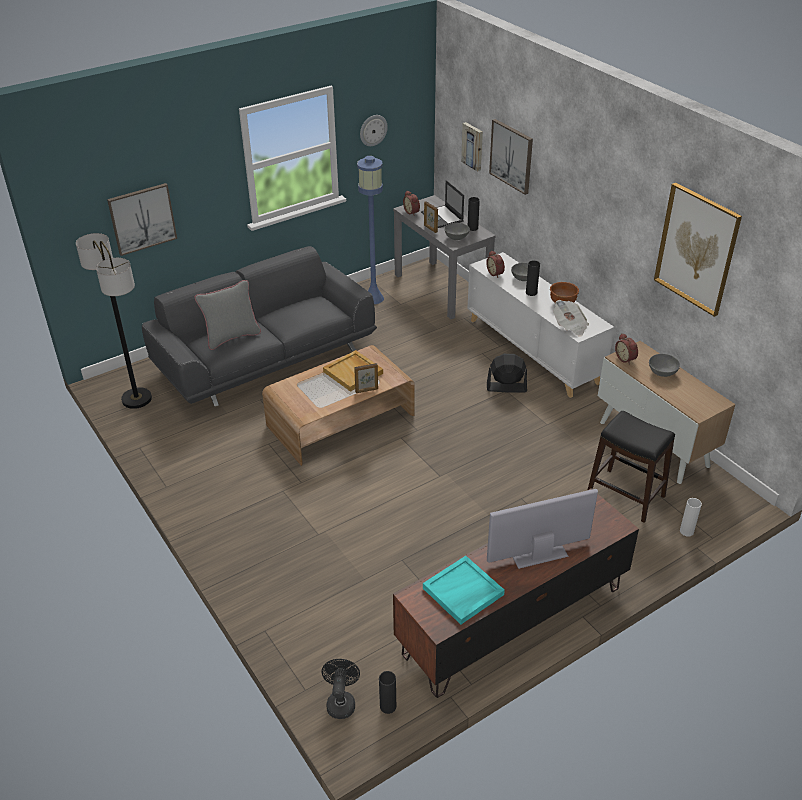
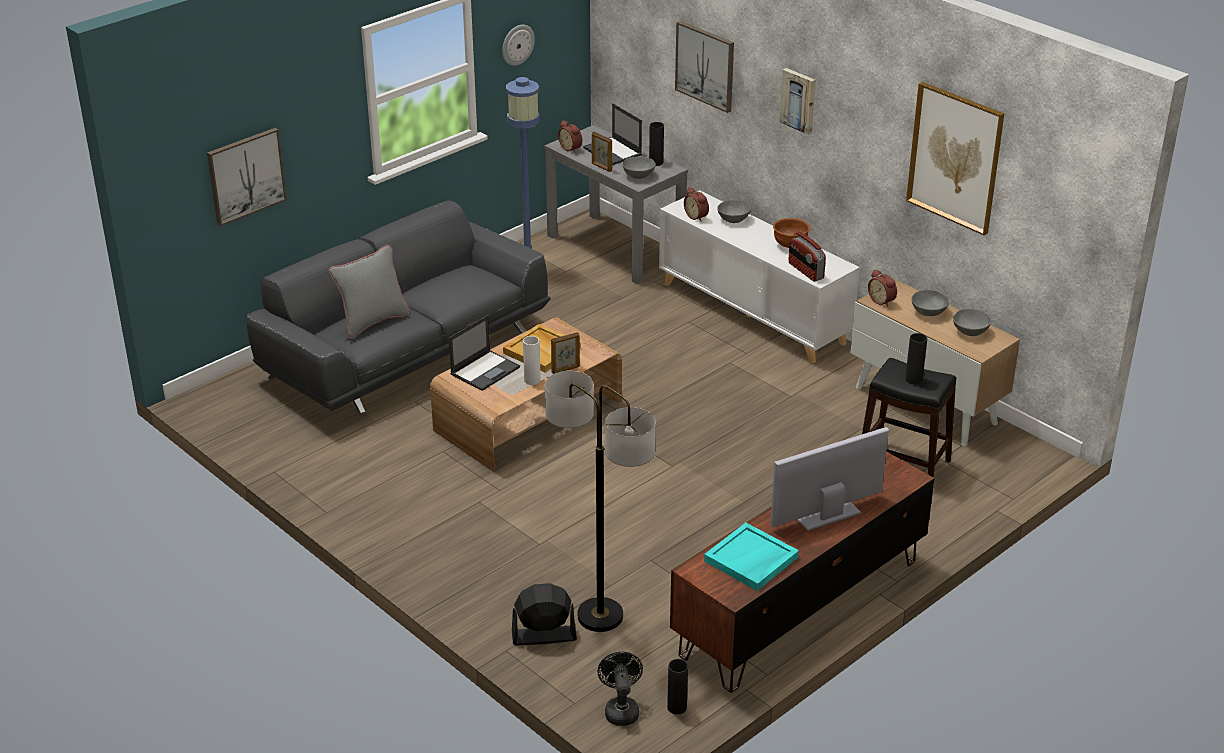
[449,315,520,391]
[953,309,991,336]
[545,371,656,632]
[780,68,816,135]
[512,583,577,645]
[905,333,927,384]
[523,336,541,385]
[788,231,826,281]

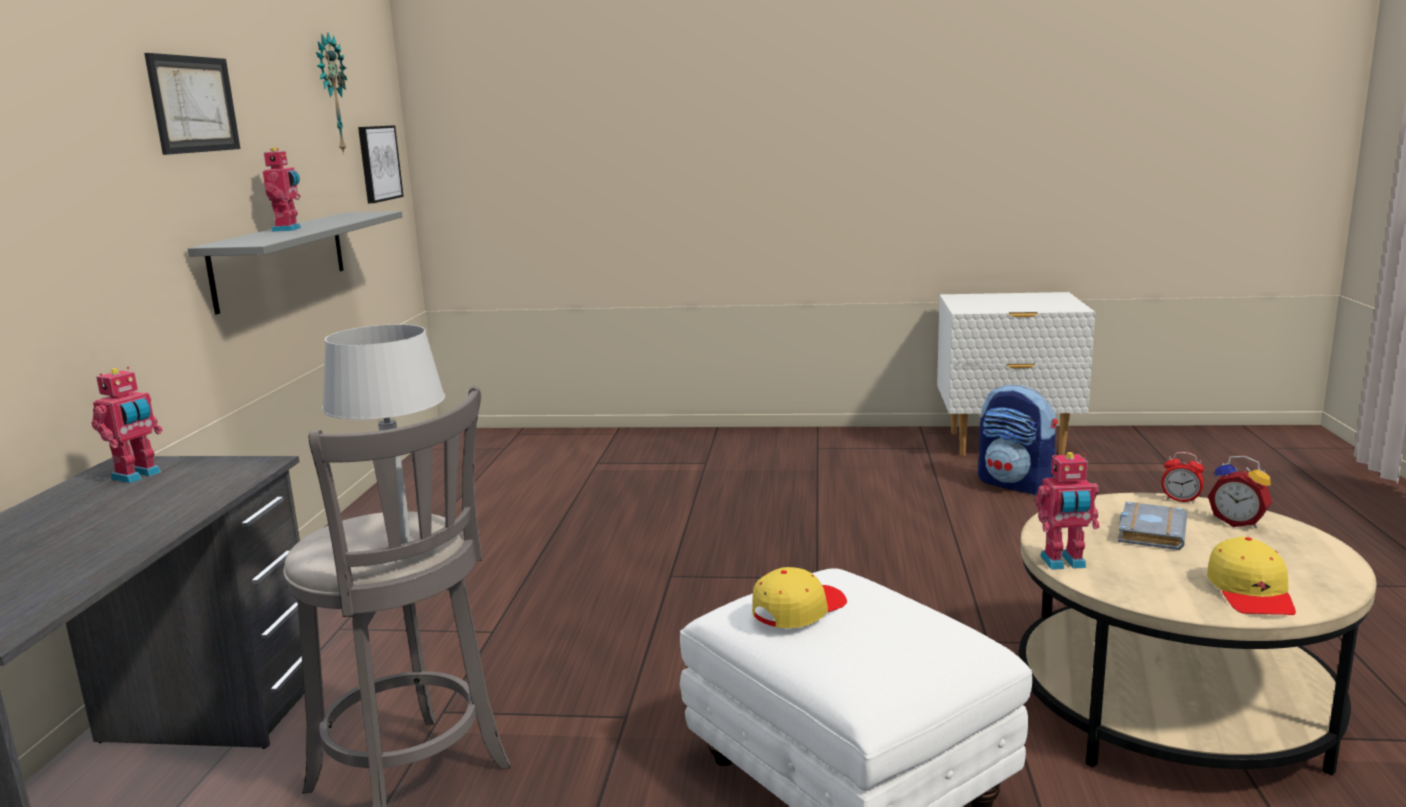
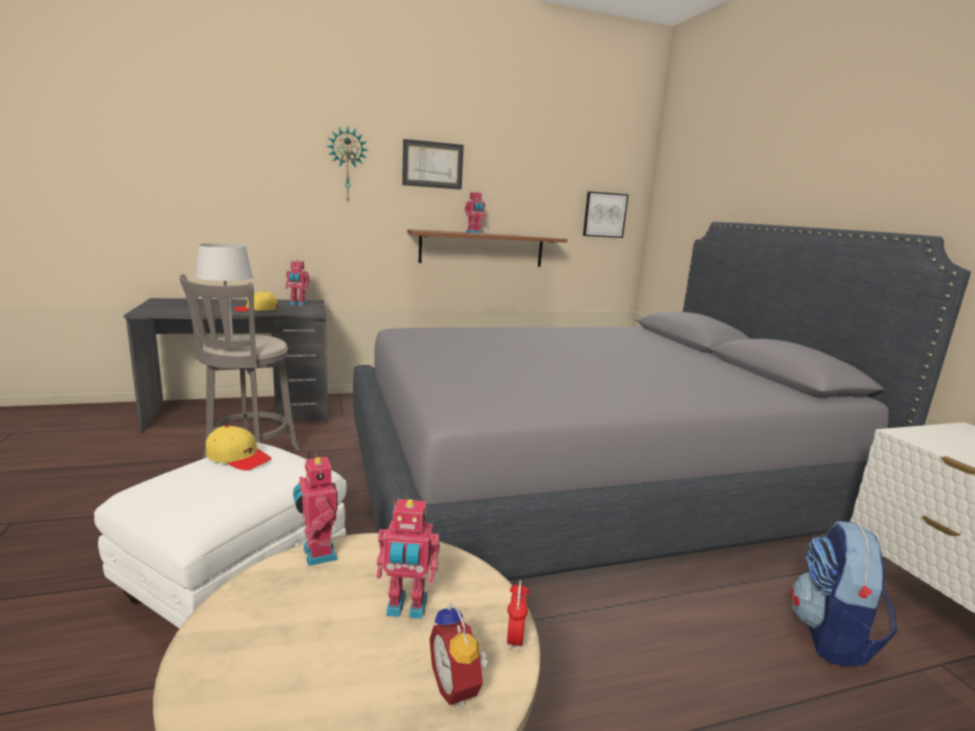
[353,222,971,581]
[327,126,367,201]
[234,291,277,312]
[376,499,440,619]
[407,229,568,267]
[429,602,488,708]

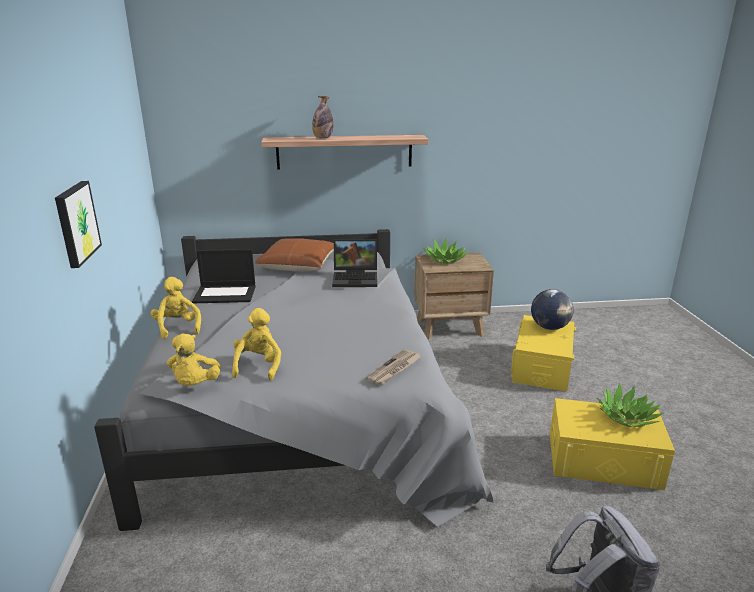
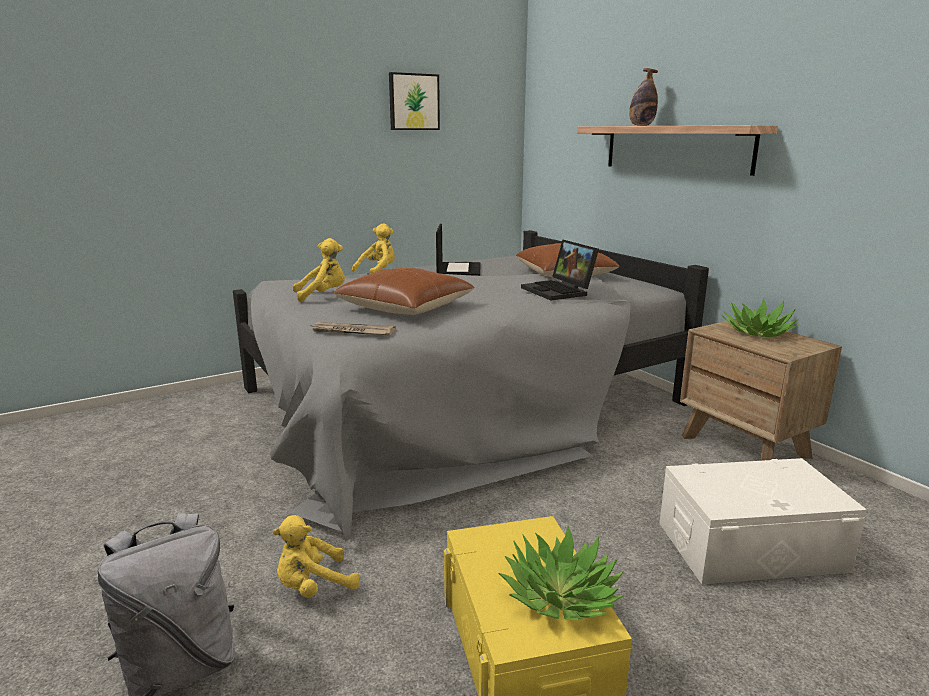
[531,289,574,330] (first image)
[334,268,475,315]
[389,72,440,130]
[273,515,360,598]
[660,458,867,584]
[436,224,480,276]

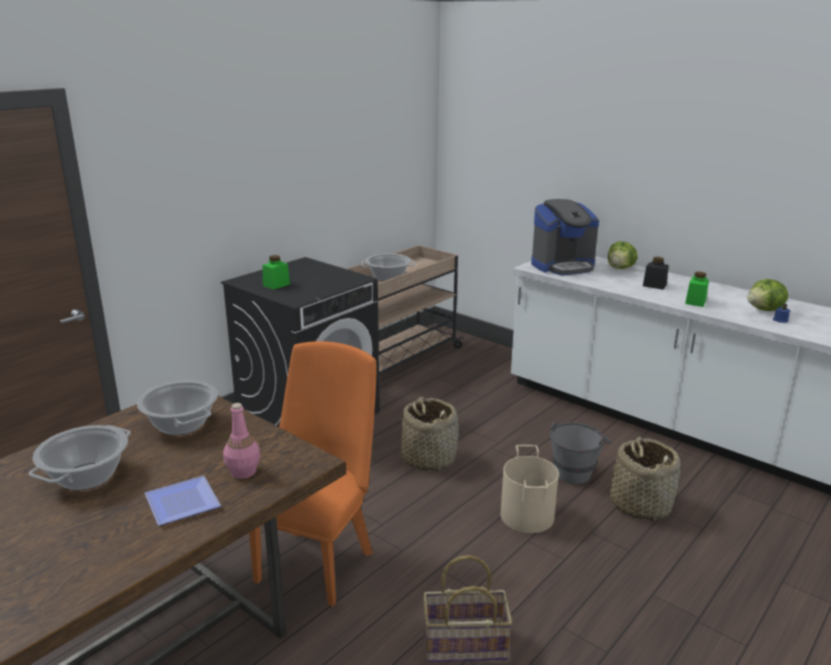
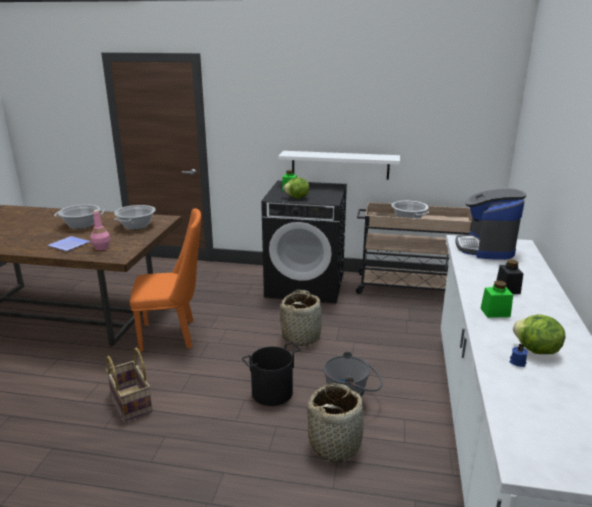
[278,151,400,180]
[283,177,310,199]
[242,342,301,406]
[455,188,526,260]

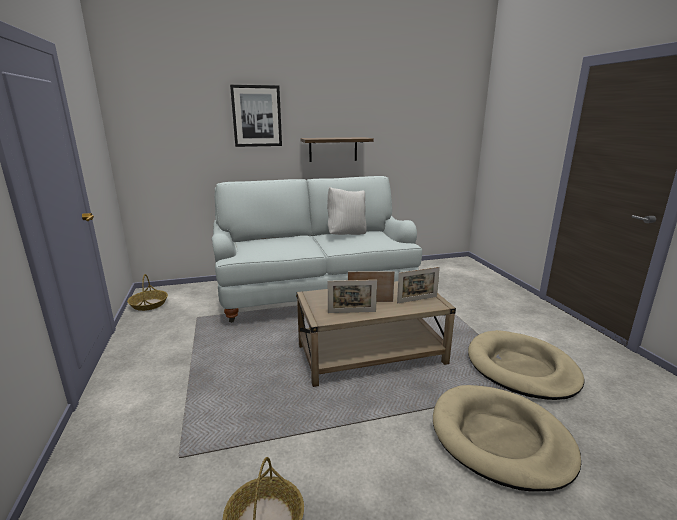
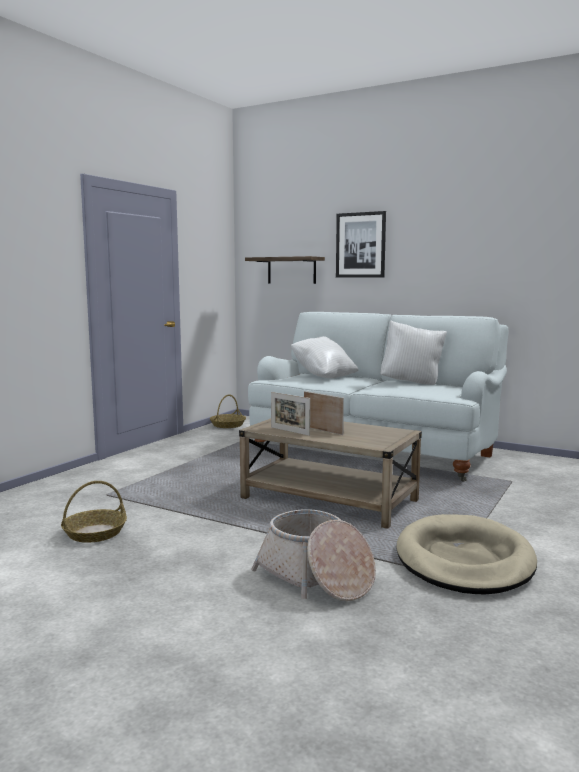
[397,267,440,304] (first image)
[291,336,358,378]
[245,256,325,284]
[251,509,376,601]

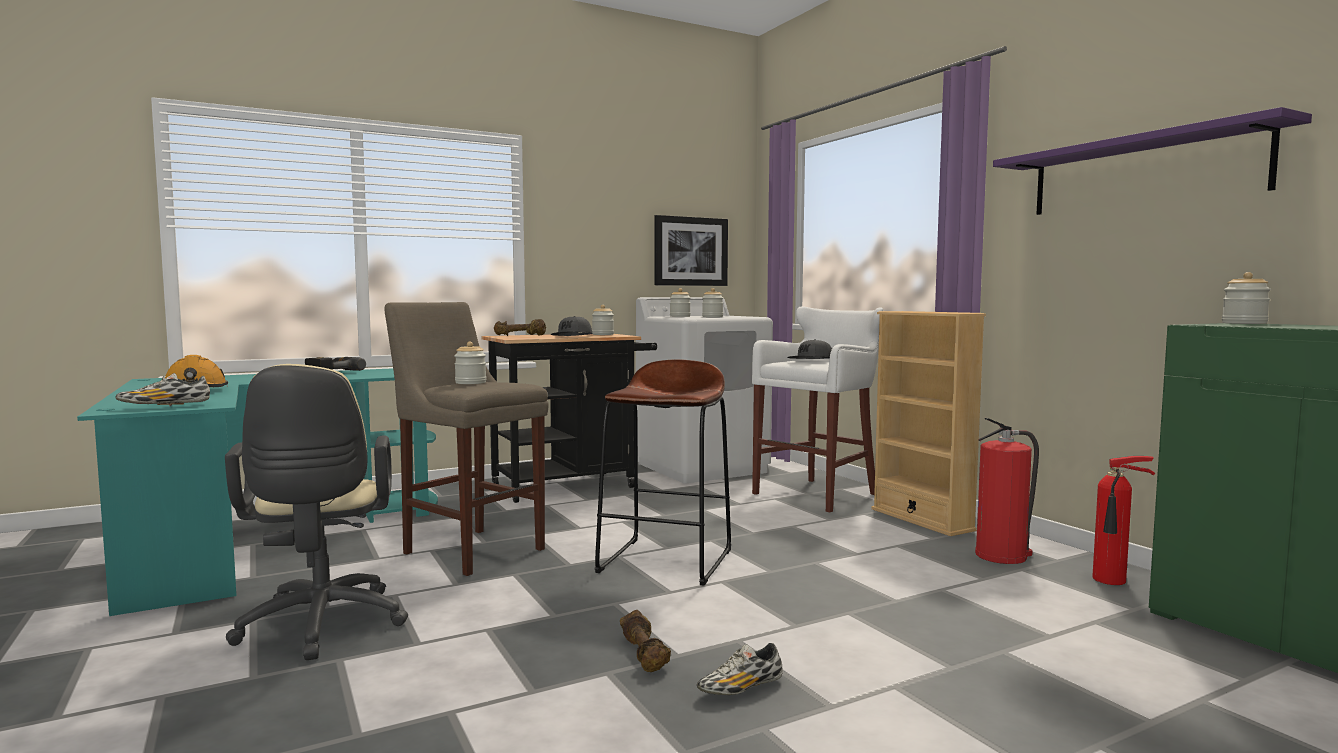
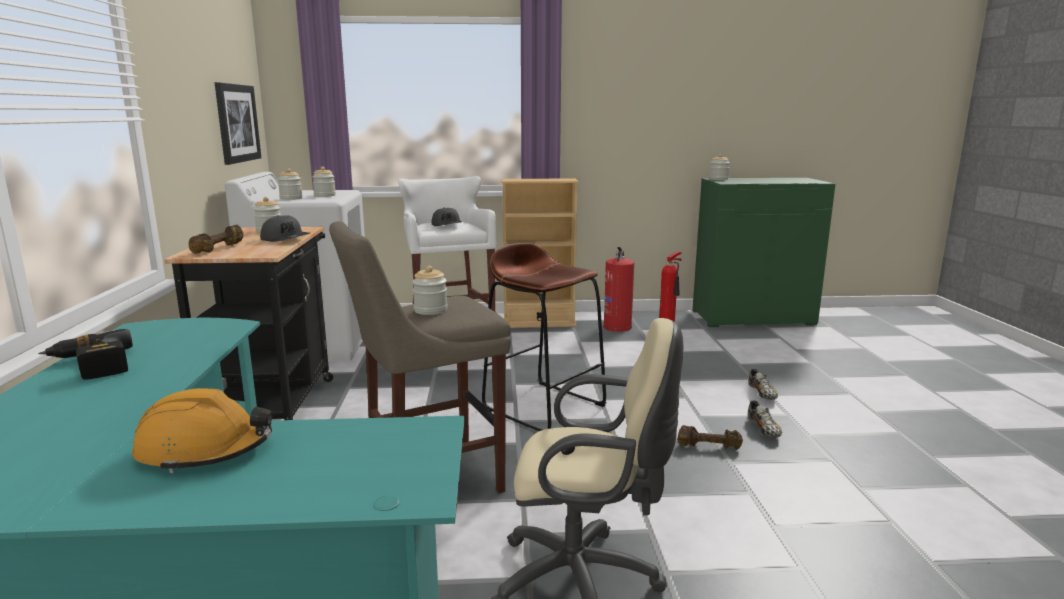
[993,107,1312,215] (first image)
[748,369,778,400]

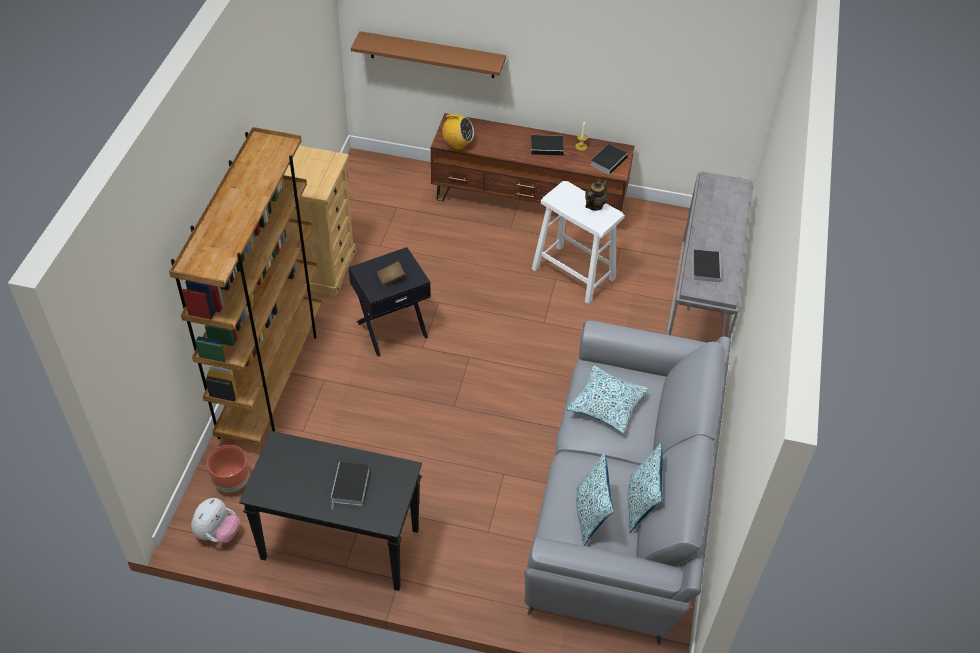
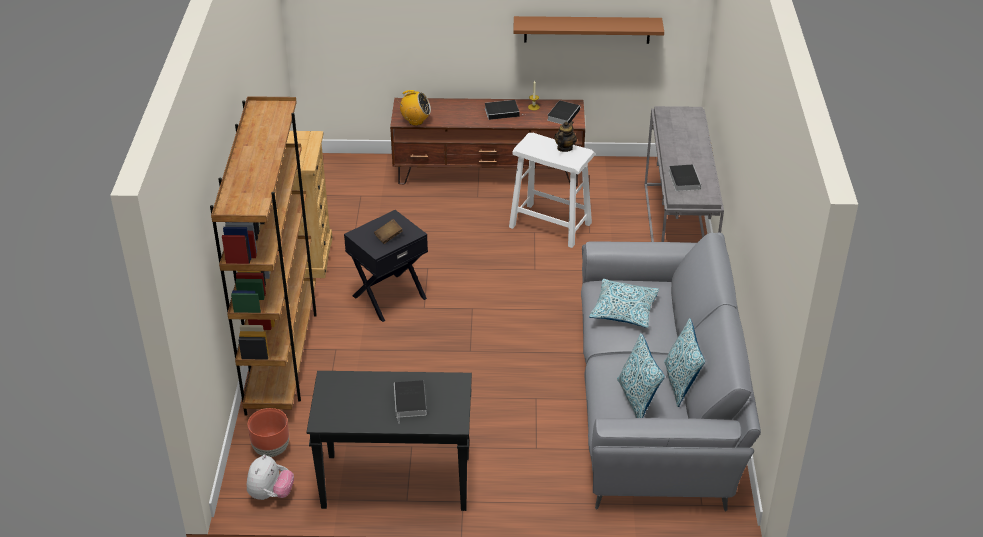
[513,16,664,44]

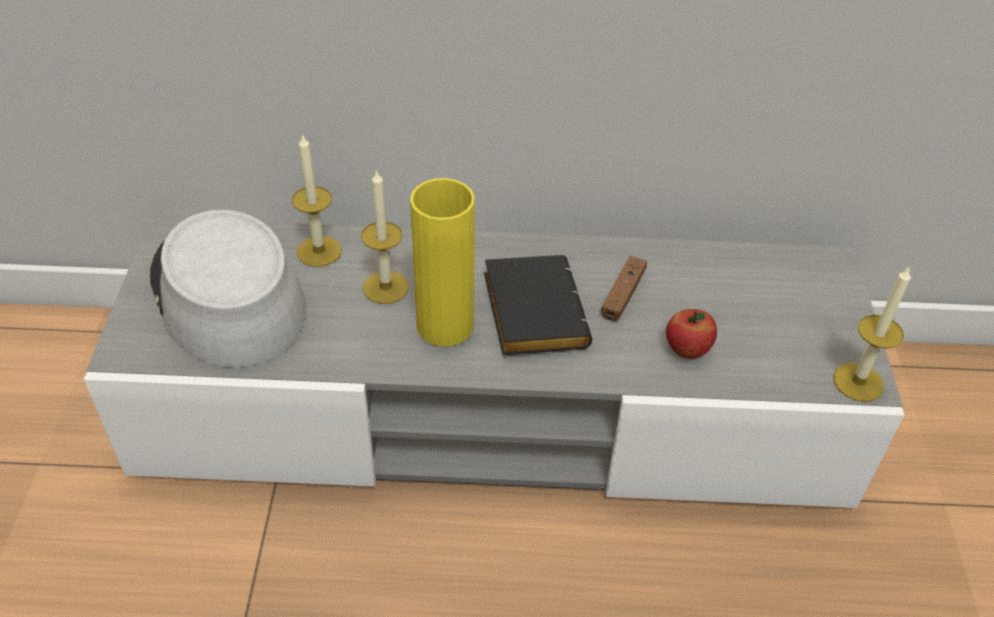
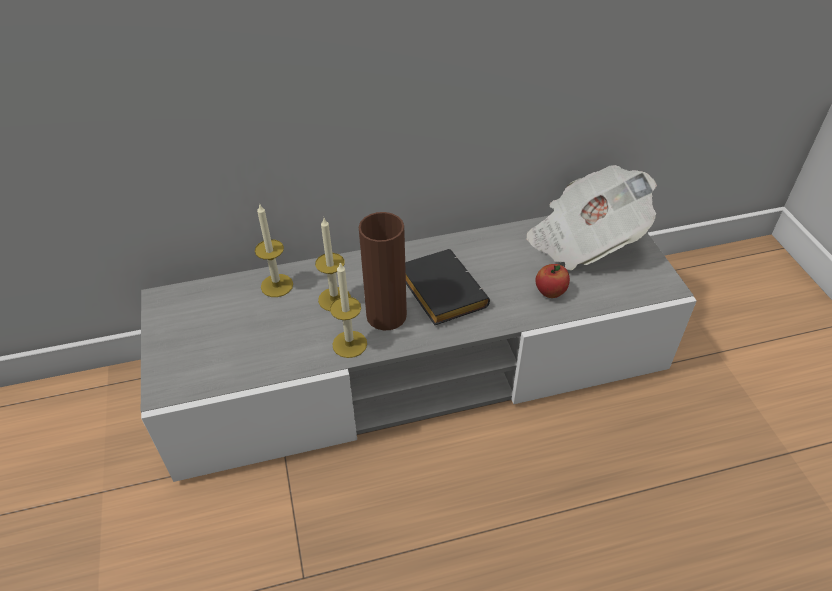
[150,210,306,368] (first image)
[601,256,647,321] (first image)
[527,165,657,271]
[330,263,367,358]
[359,212,407,330]

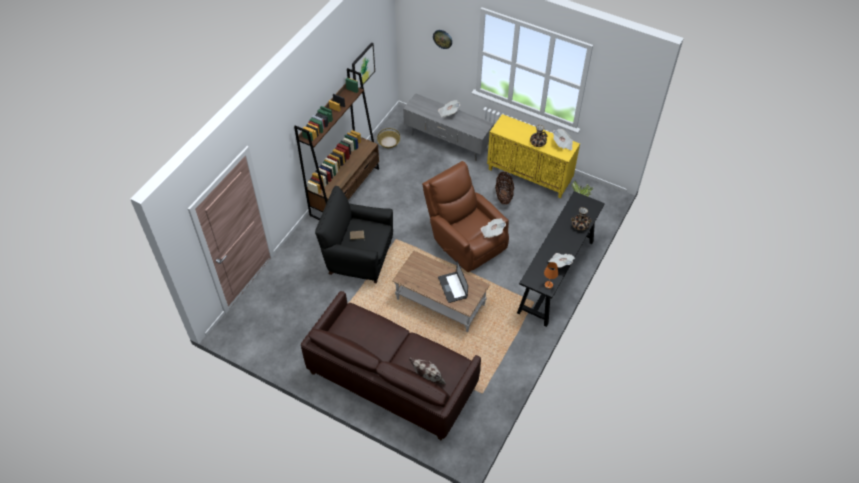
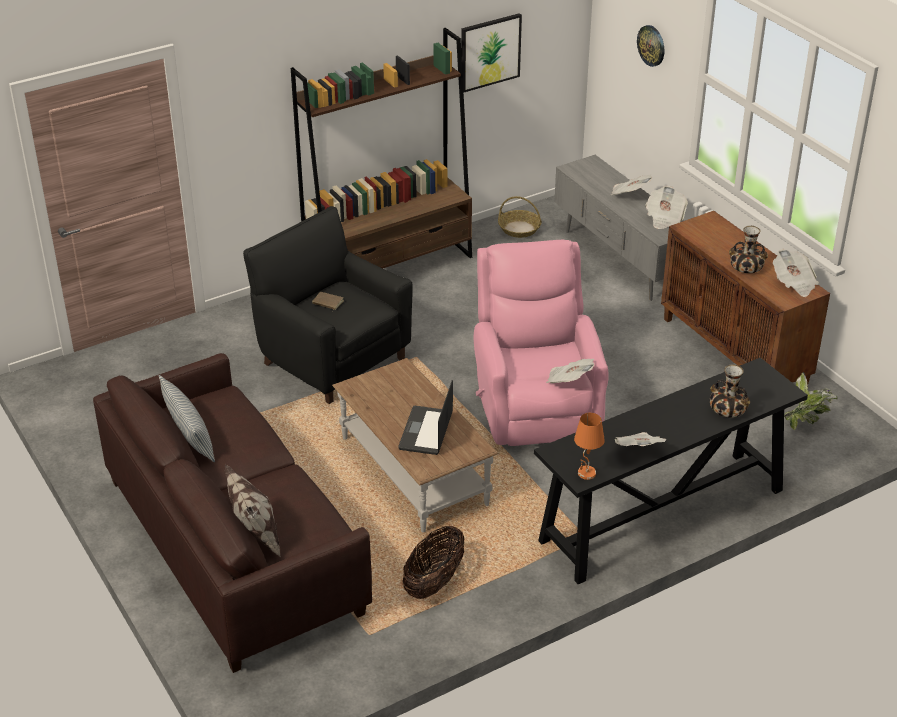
[159,375,215,463]
[645,186,688,229]
[403,526,464,599]
[474,240,609,446]
[661,211,830,387]

